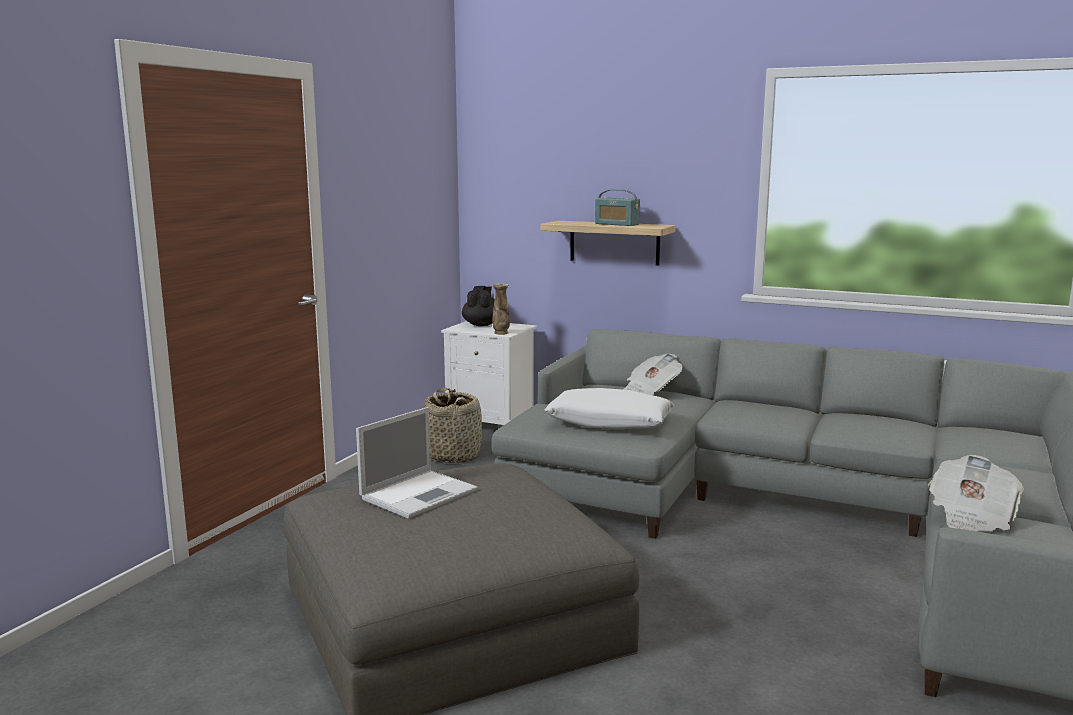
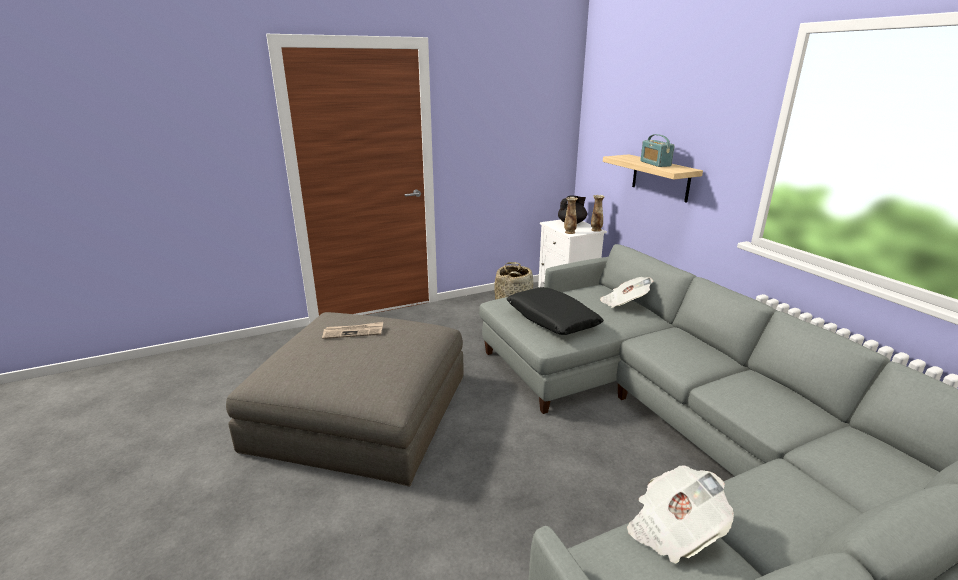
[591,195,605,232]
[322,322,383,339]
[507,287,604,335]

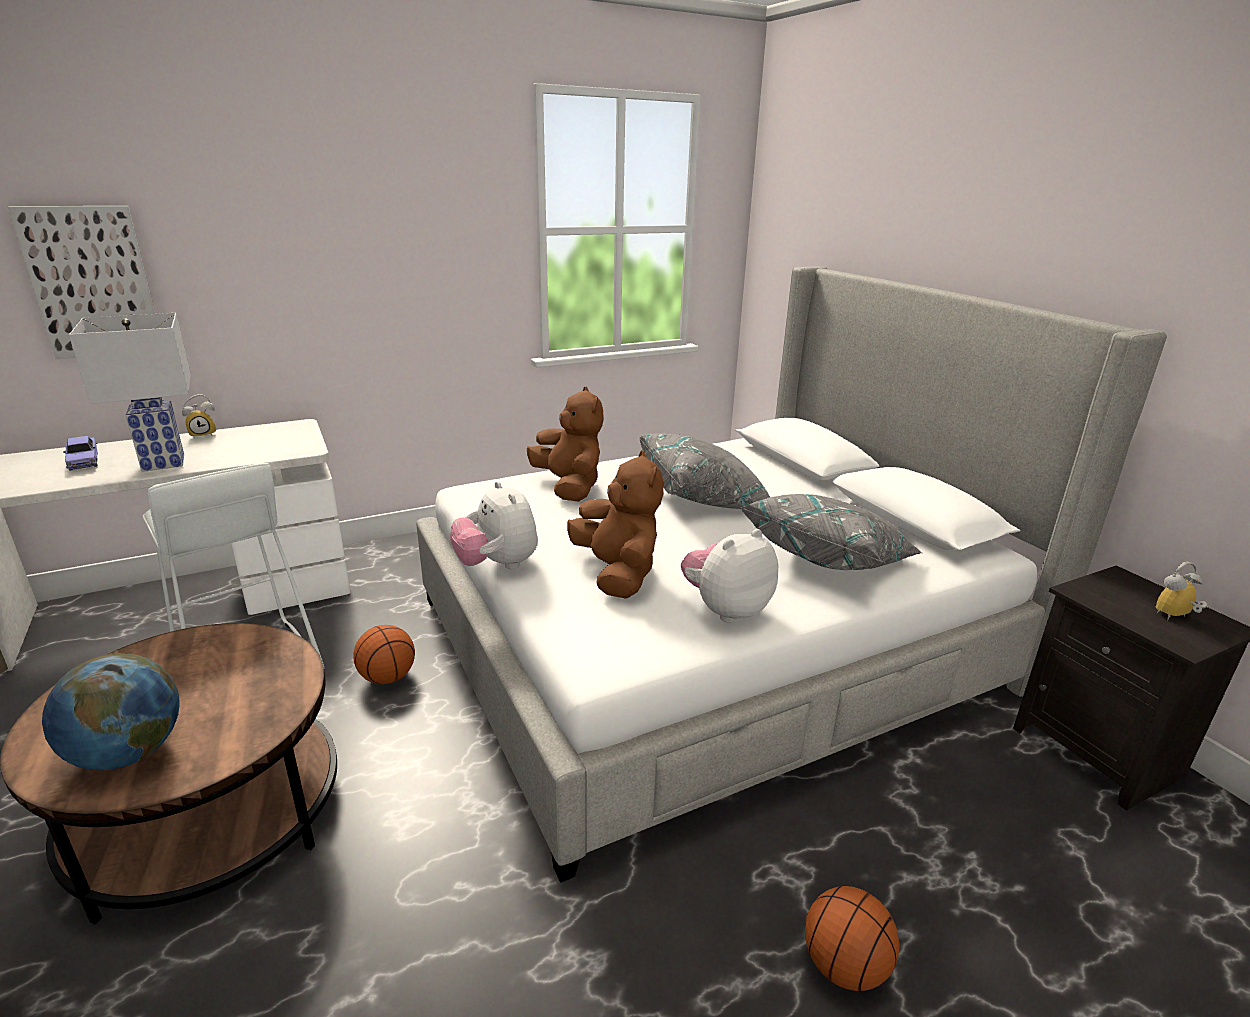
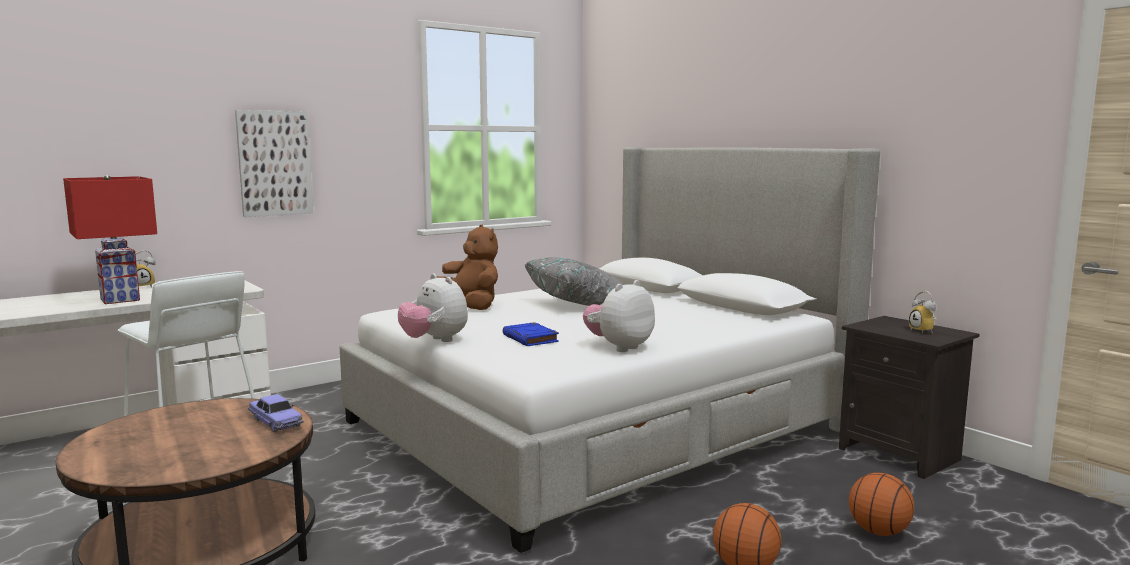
[42,653,179,770] (first image)
[740,494,922,570] (first image)
[235,110,313,217]
[248,394,304,432]
[849,473,914,536]
[503,322,559,346]
[63,175,157,304]
[909,291,936,334]

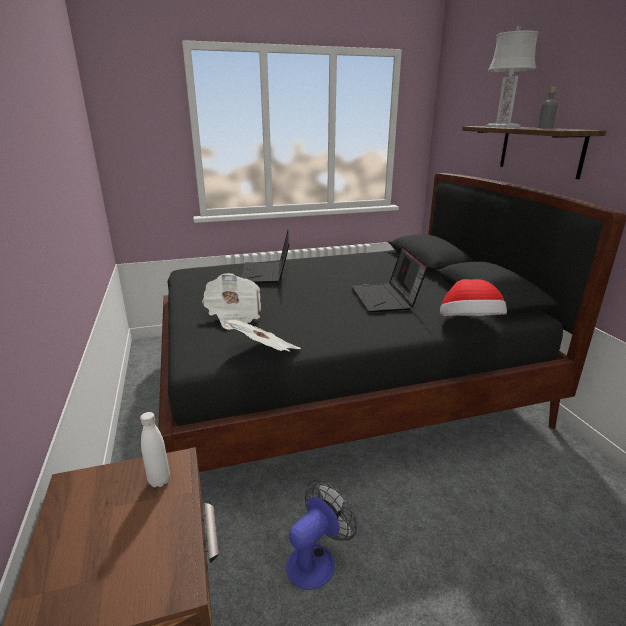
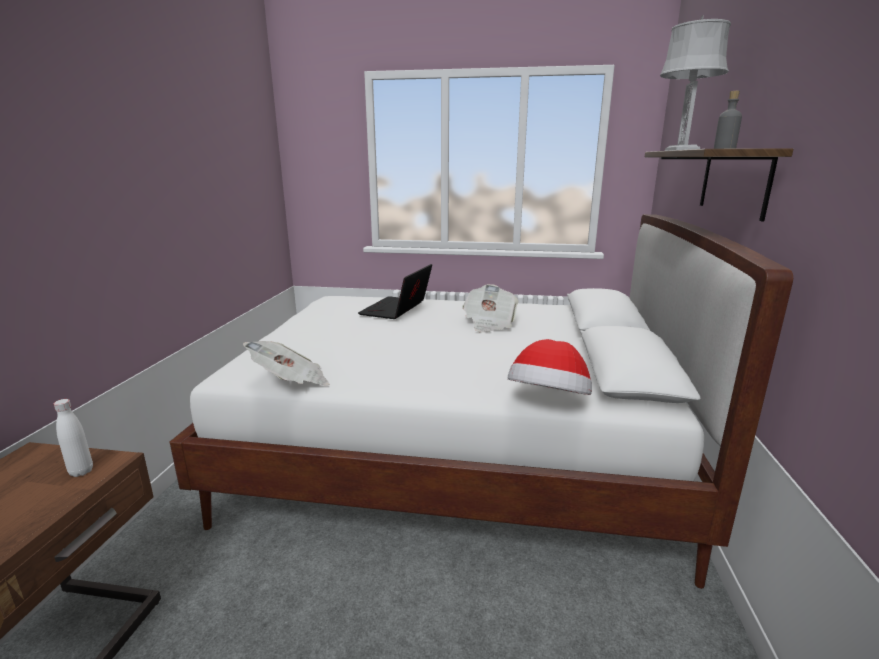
[286,480,357,590] (first image)
[351,246,428,312] (first image)
[462,284,519,333]
[170,214,793,589]

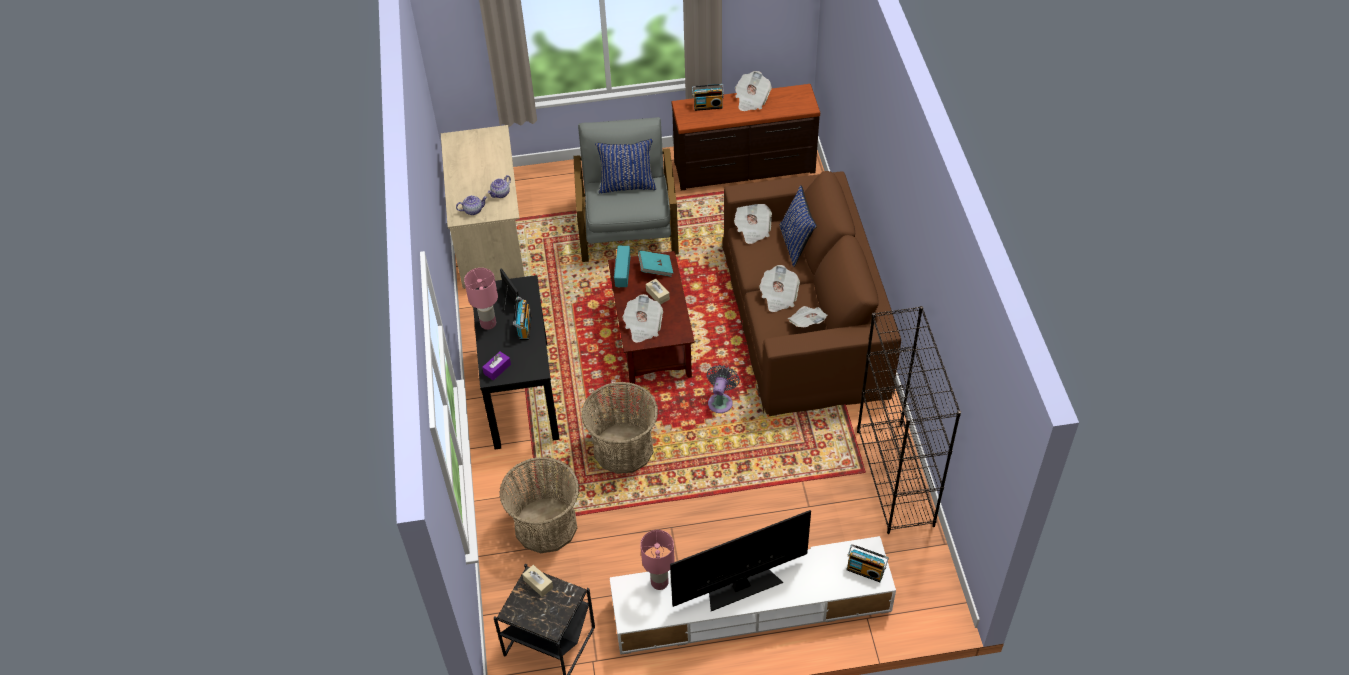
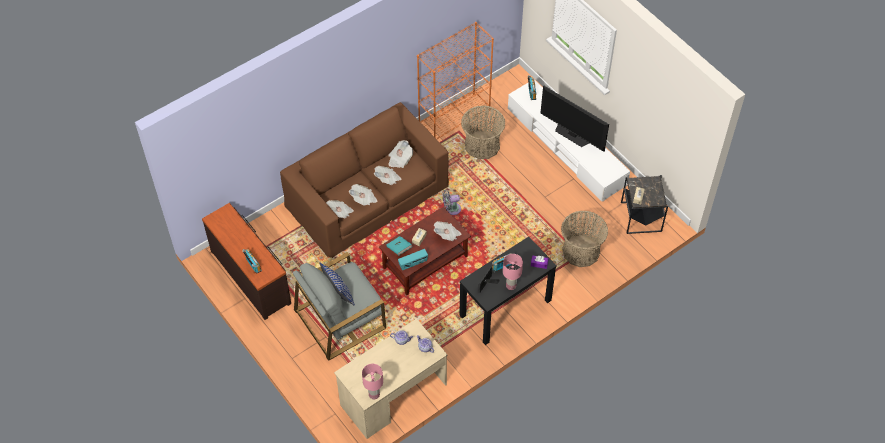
[779,185,817,267] (first image)
[461,105,505,159]
[362,364,383,399]
[349,184,377,206]
[417,22,494,139]

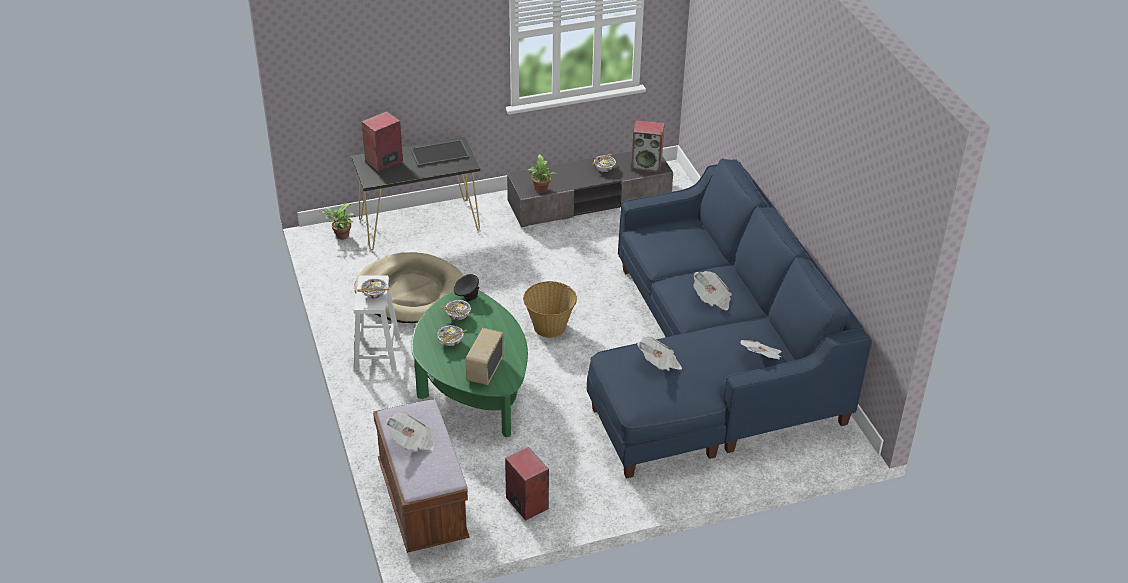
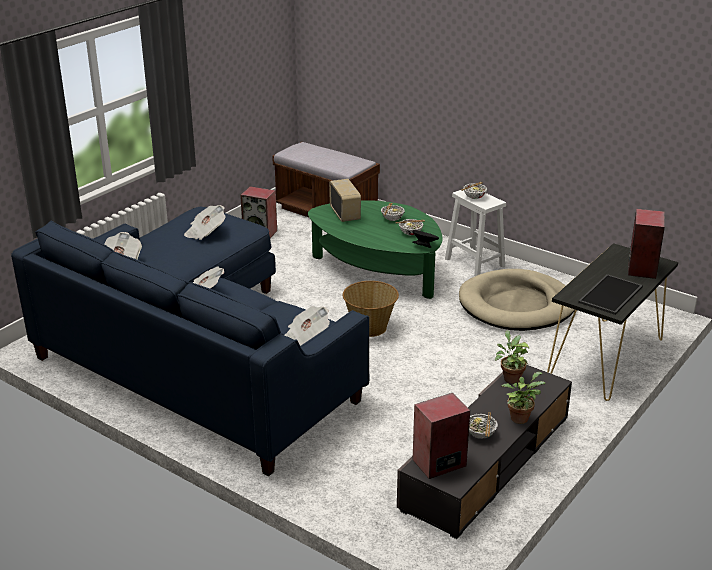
[502,372,545,424]
[285,306,330,346]

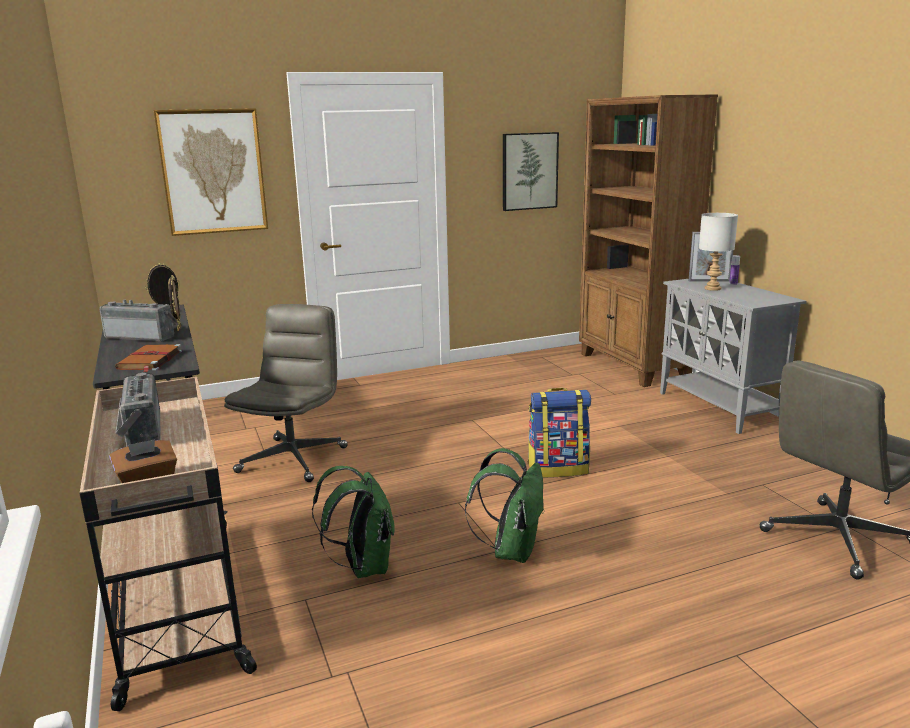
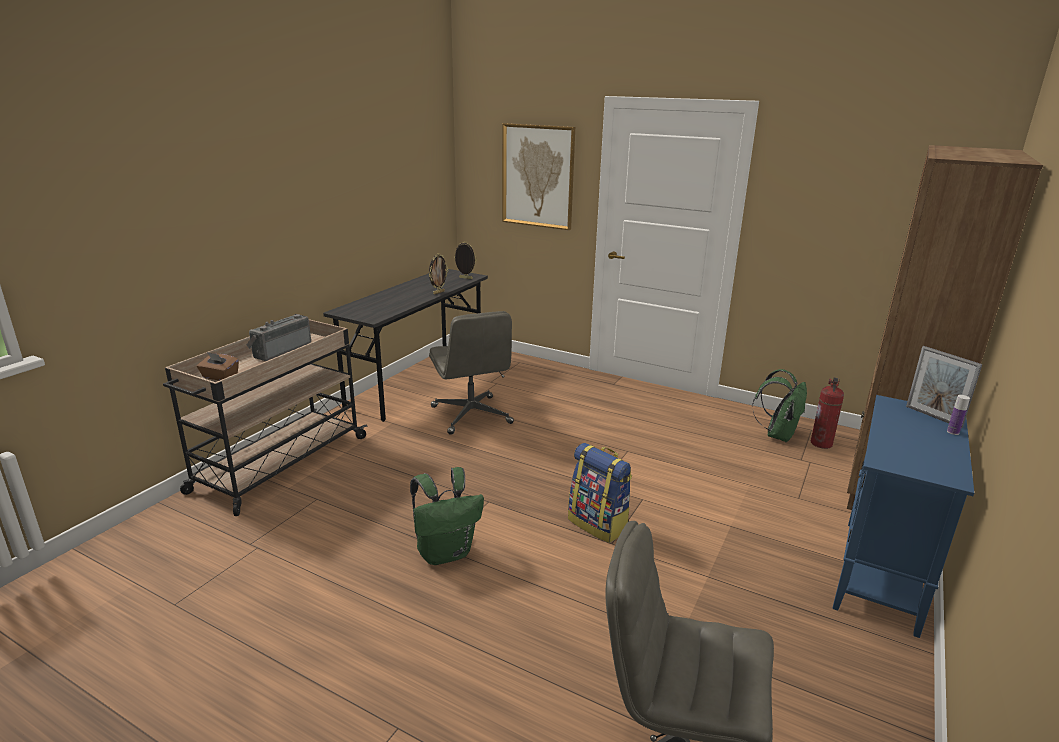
[99,300,177,341] (first image)
[115,344,182,372] (first image)
[503,132,559,211] (first image)
[699,213,738,291] (first image)
[811,378,844,449]
[752,369,807,442]
[833,395,974,638]
[429,311,514,435]

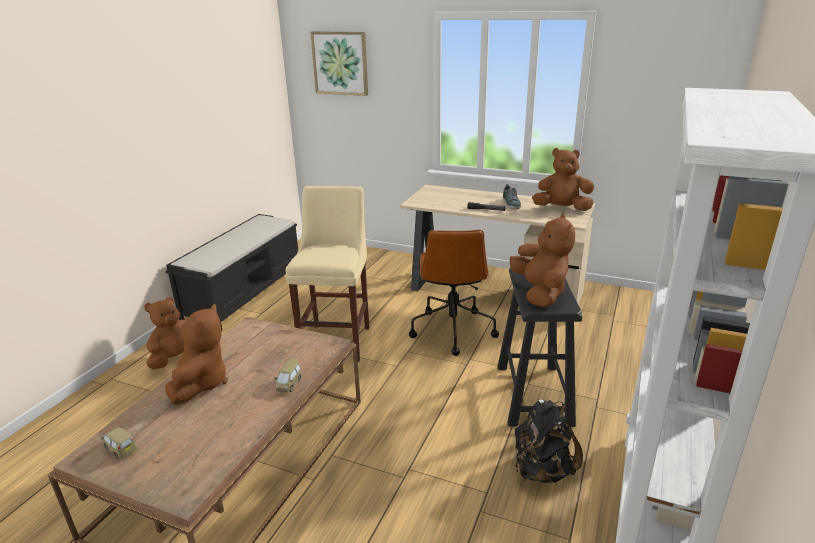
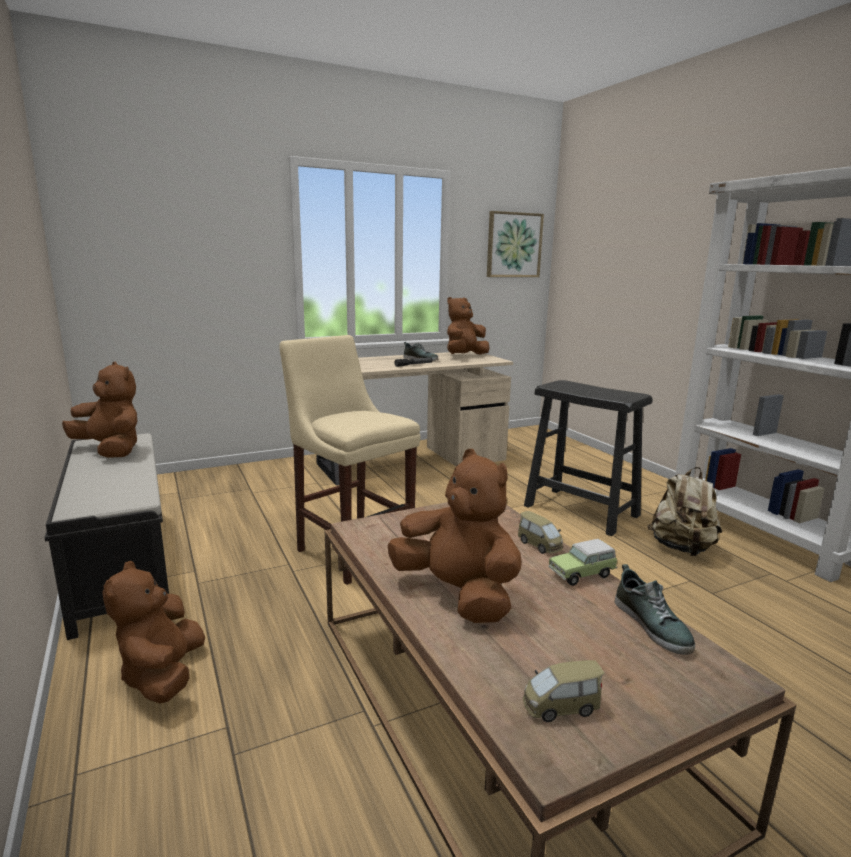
[409,230,499,356] (first image)
[549,539,617,586]
[615,564,695,655]
[487,211,544,277]
[62,361,137,458]
[647,467,722,556]

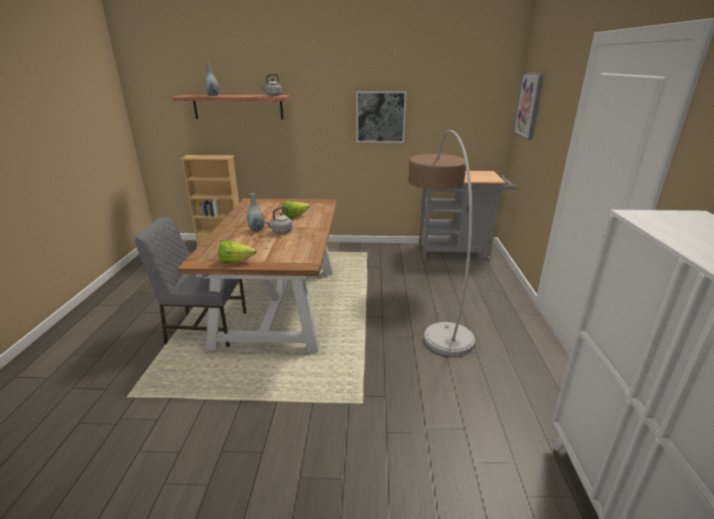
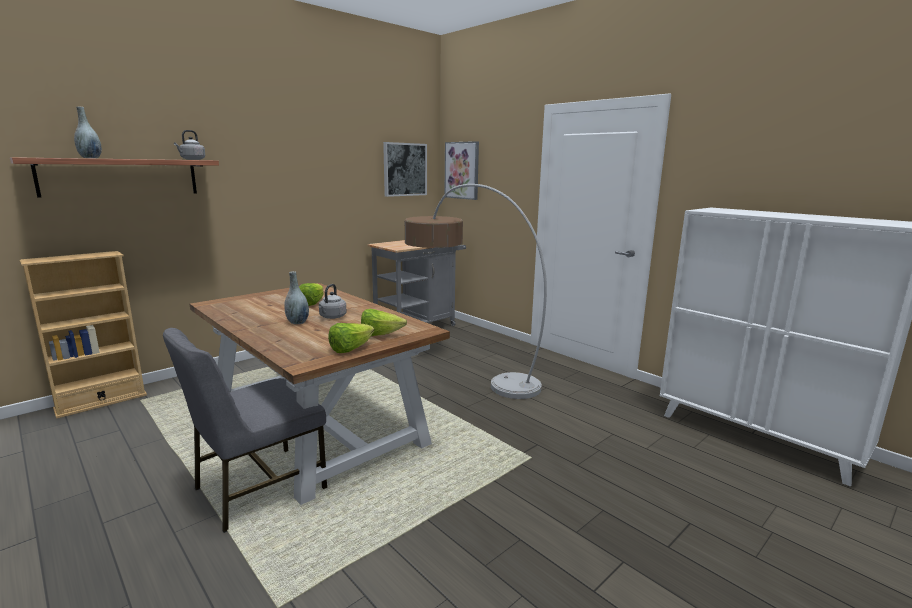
[361,309,407,336]
[383,142,427,197]

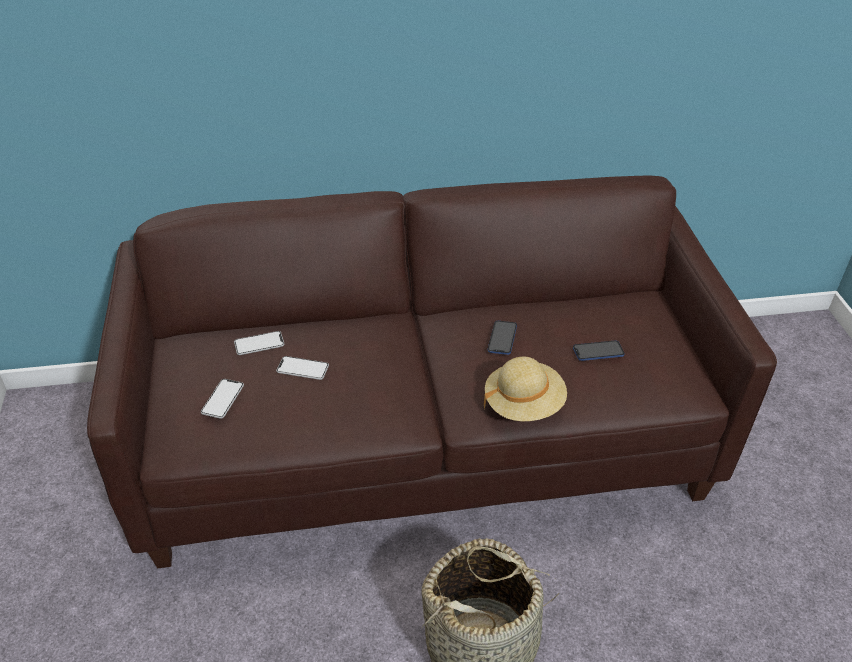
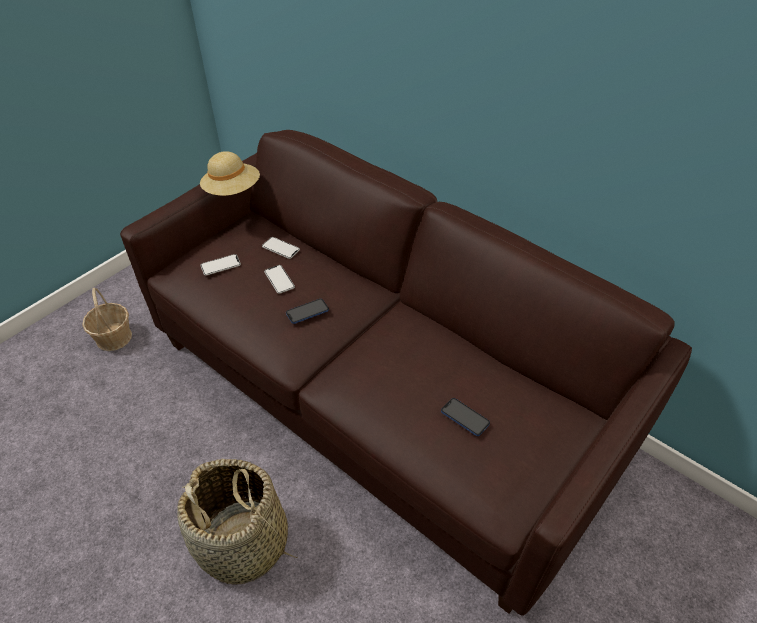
[82,288,132,351]
[200,151,260,196]
[286,299,329,324]

